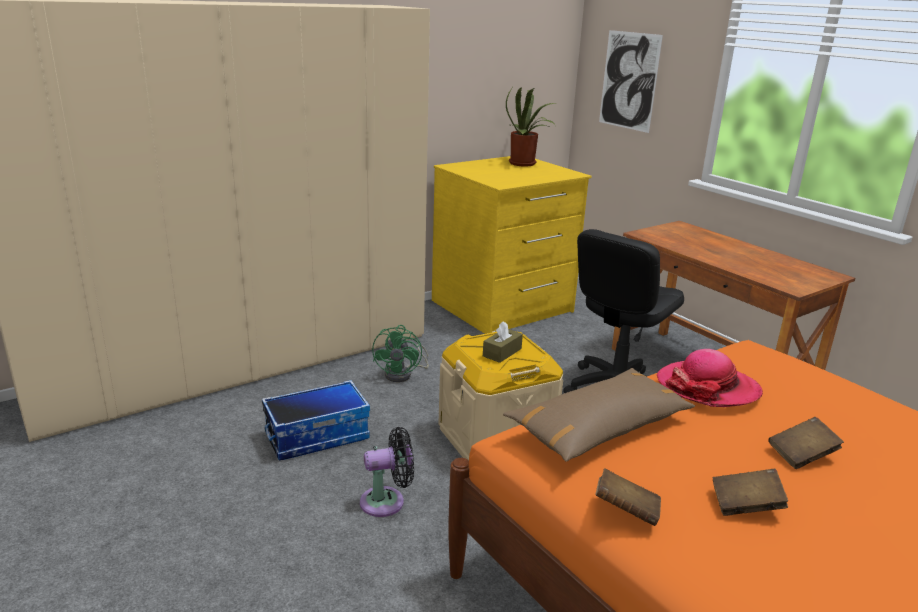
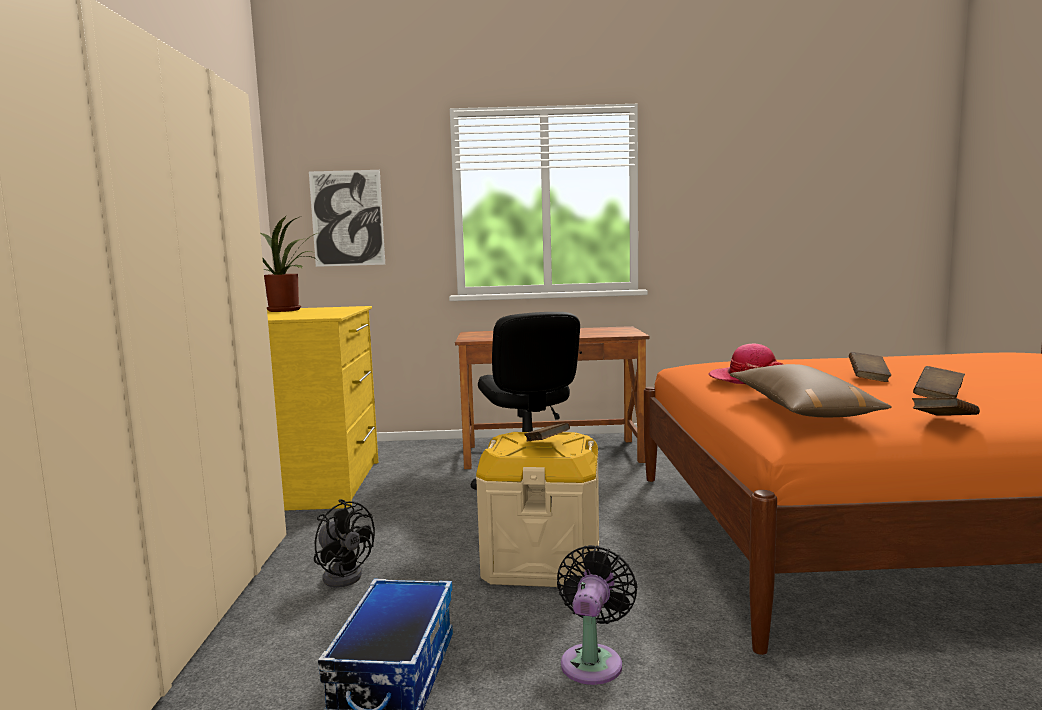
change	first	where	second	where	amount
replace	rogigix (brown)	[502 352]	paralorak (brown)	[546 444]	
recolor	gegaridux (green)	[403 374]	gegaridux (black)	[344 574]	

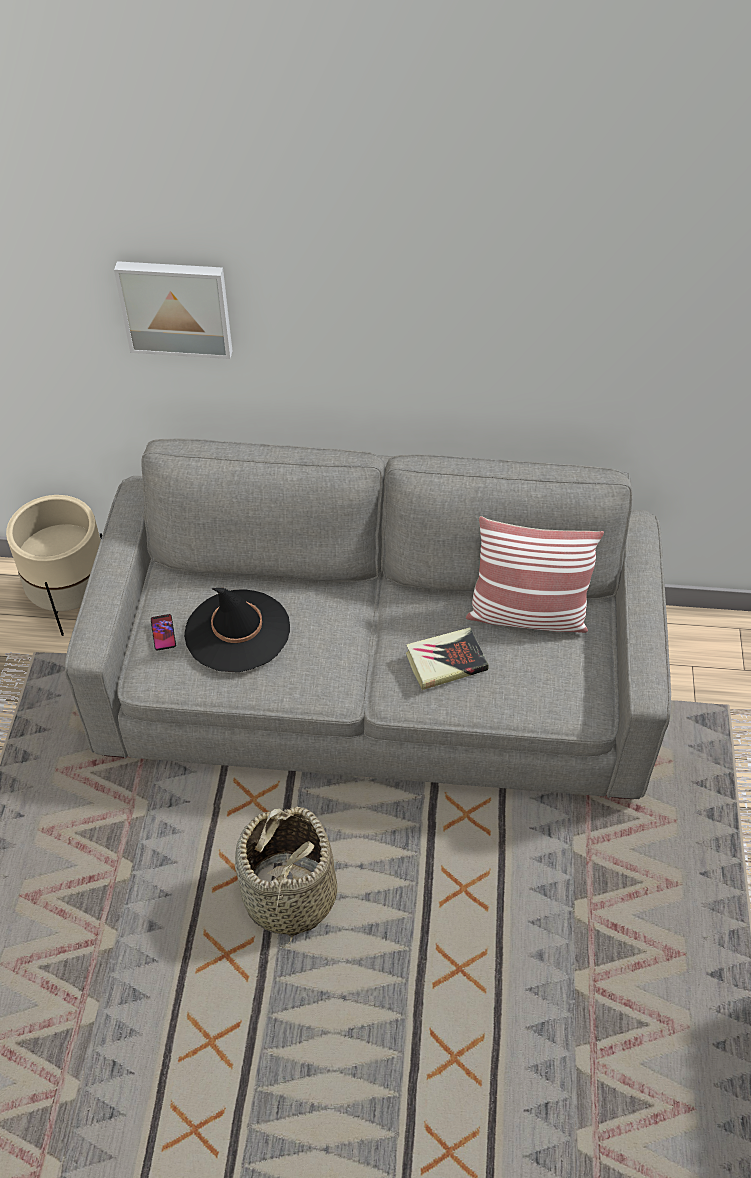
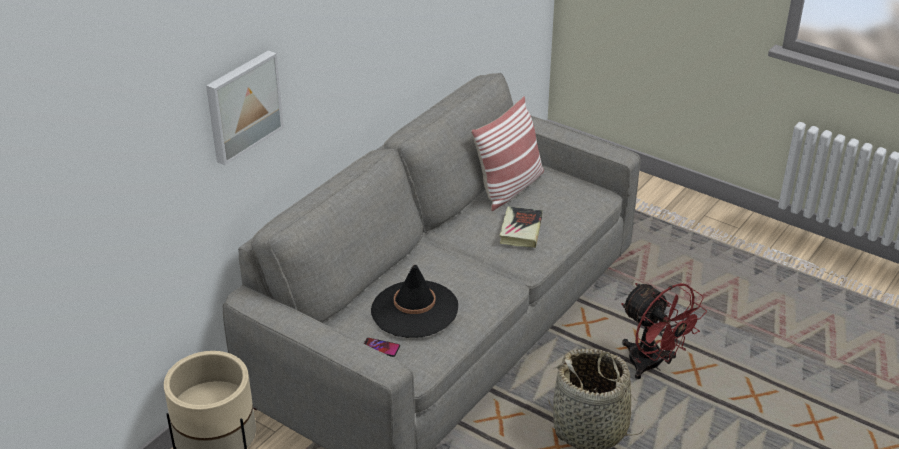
change	first	where	second	where	amount
insert			gegaridux (red)	[652 365]	

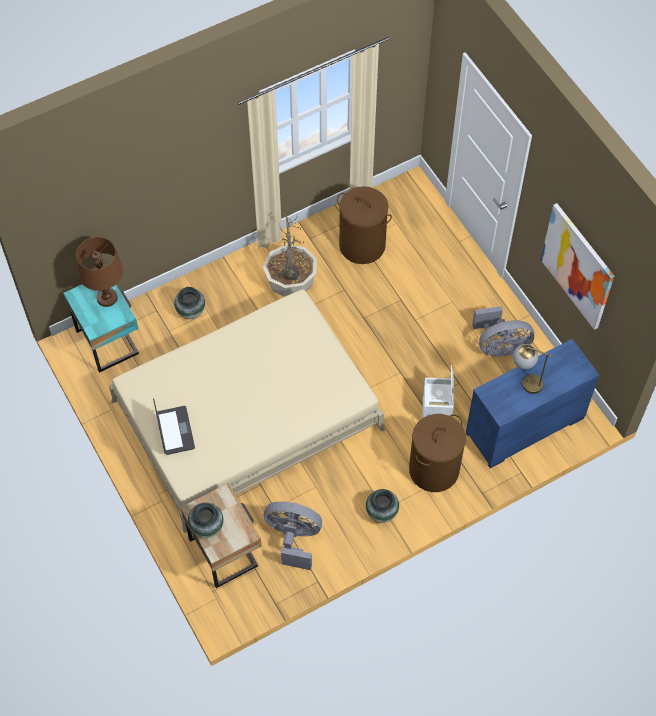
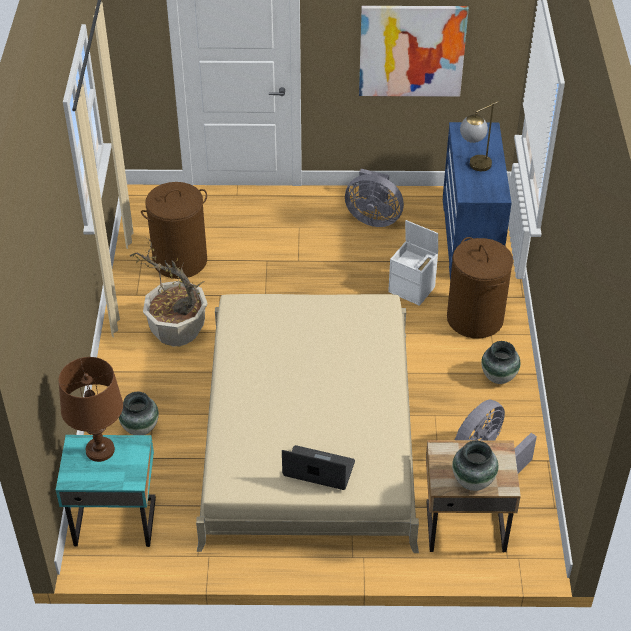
change	first	where	second	where	amount
rotate	gegaridux (grey)	[500 346]		[373 218]	90 degrees clockwise

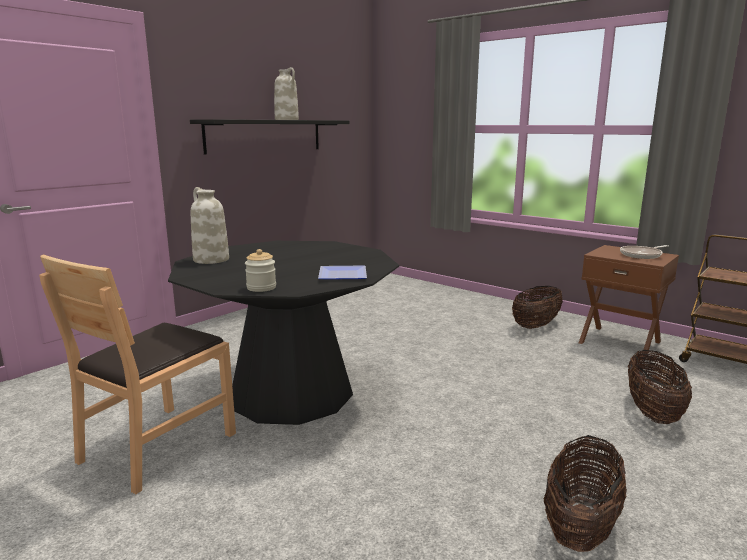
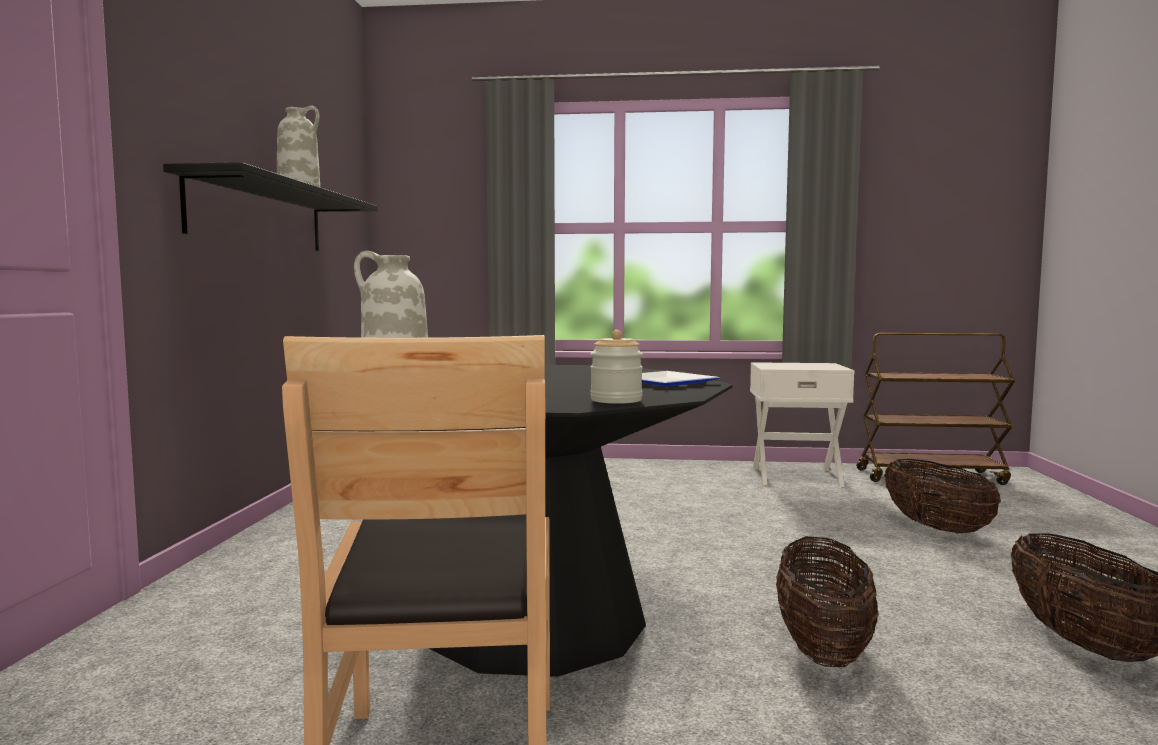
change	first	where	second	where	amount
recolor	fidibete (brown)	[620 342]	fidibete (white)	[796 476]	
delete	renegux	[642 255]			
move	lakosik	[535 325]		[822 649]	

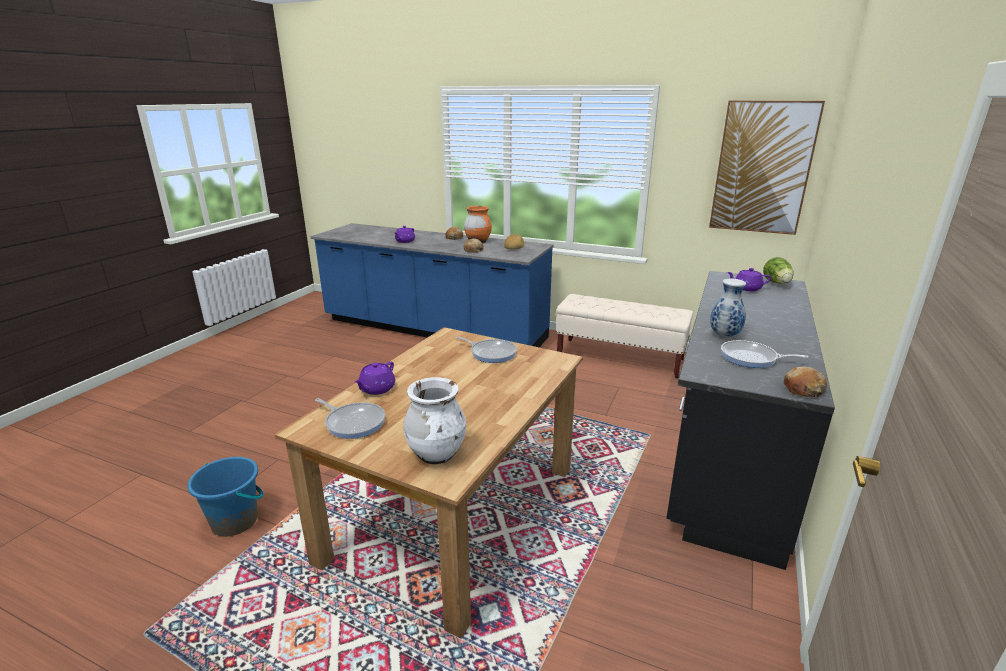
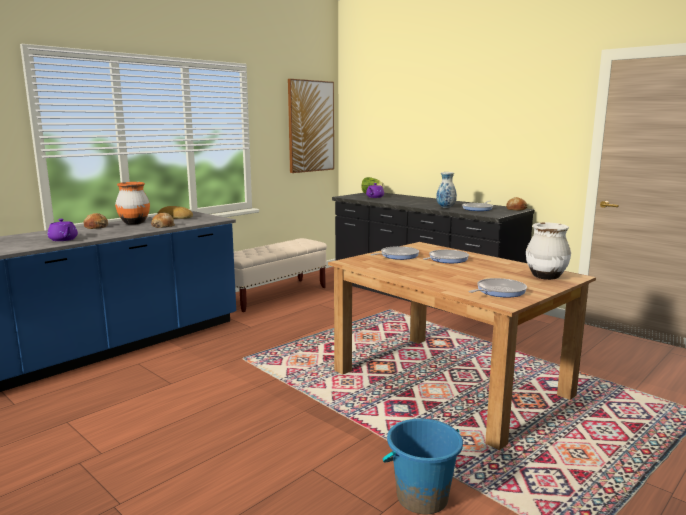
change	first	where	second	where	amount
delete	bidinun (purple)	[376 389]			
insert			renegux	[446 259]	

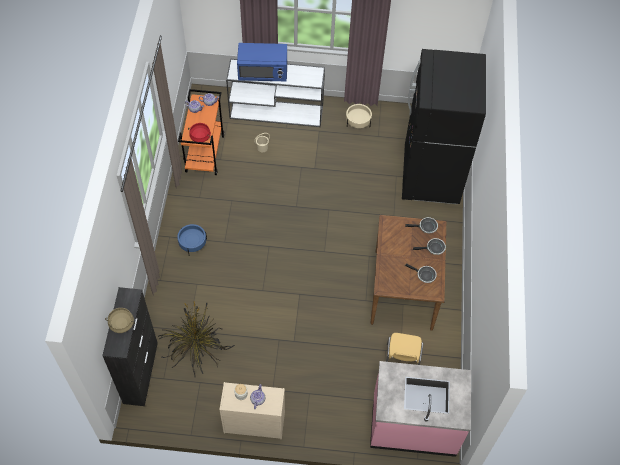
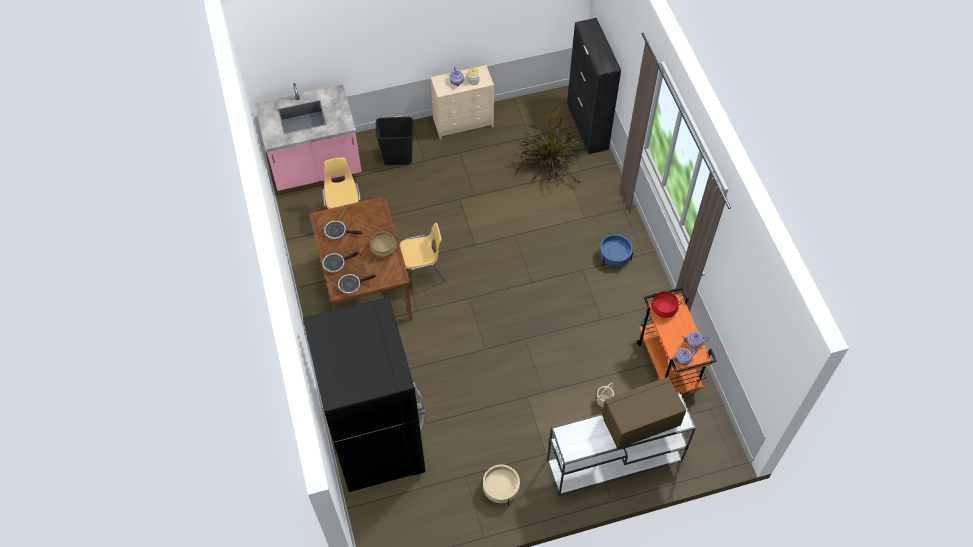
change	first	where	second	where	amount
recolor	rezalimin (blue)	[263 72]	rezalimin (brown)	[640 422]	
move	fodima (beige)	[121 324]		[383 248]	
insert			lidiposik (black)	[398 157]	
insert			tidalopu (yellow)	[422 272]	

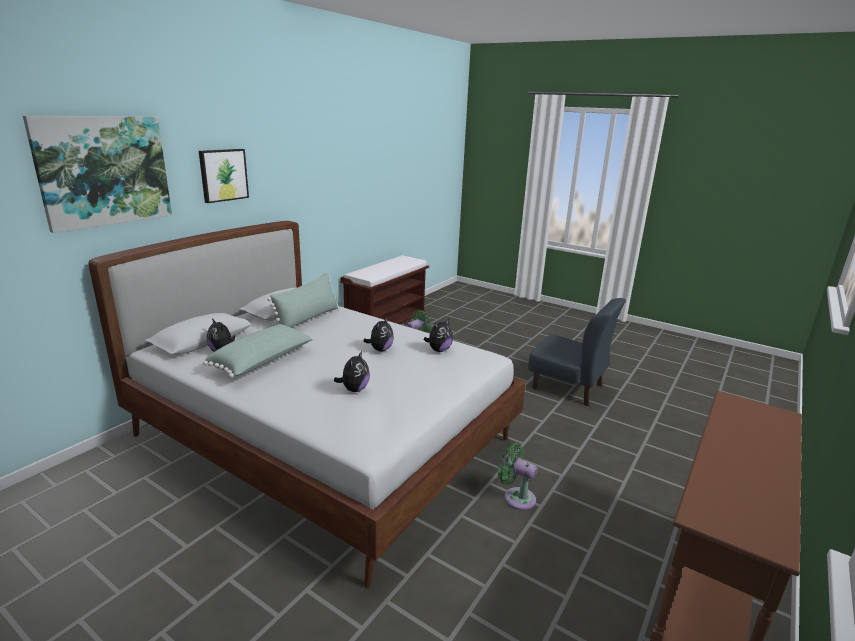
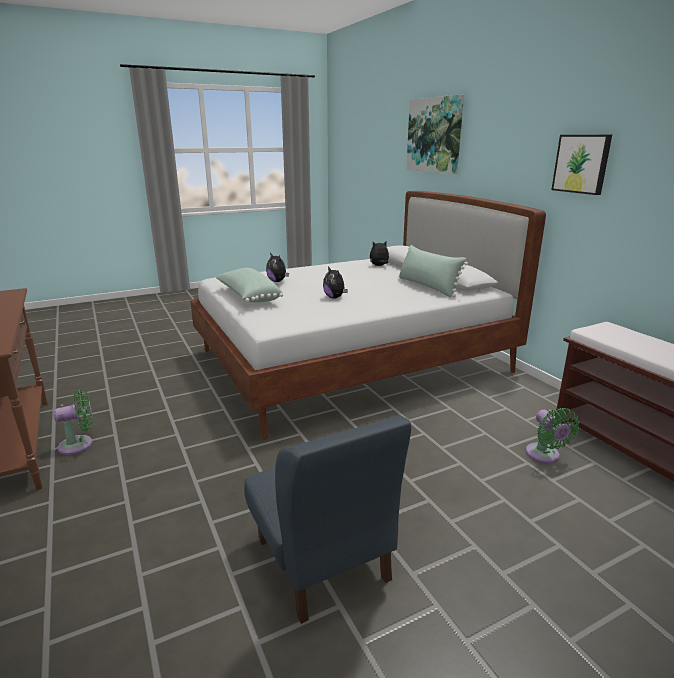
change	first	where	second	where	amount
move	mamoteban	[223 175]		[582 164]	
rotate	tidalopu (blue)	[568 387]		[322 560]	90 degrees counterclockwise
delete	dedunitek	[439 350]			
move	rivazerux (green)	[263 362]		[248 296]	
move	gegaridux (green)	[516 497]		[79 444]	

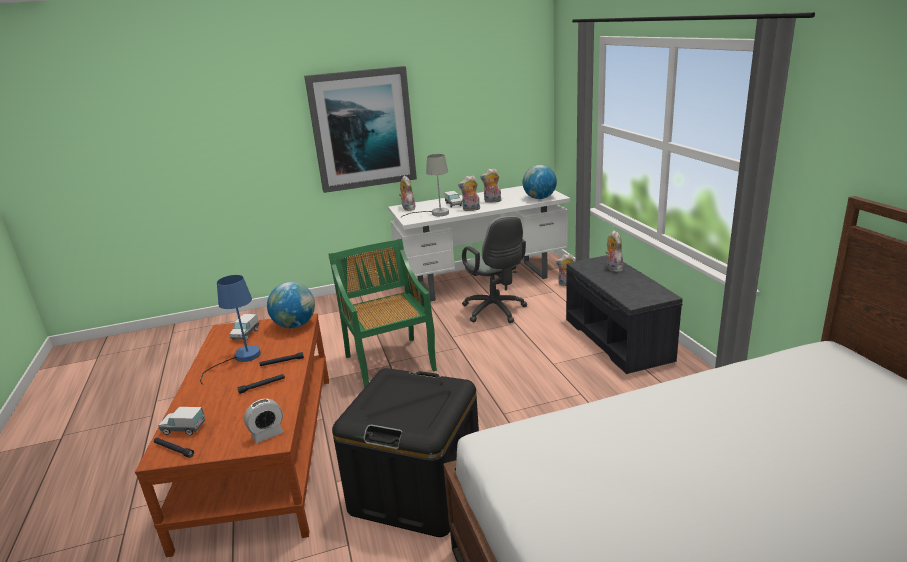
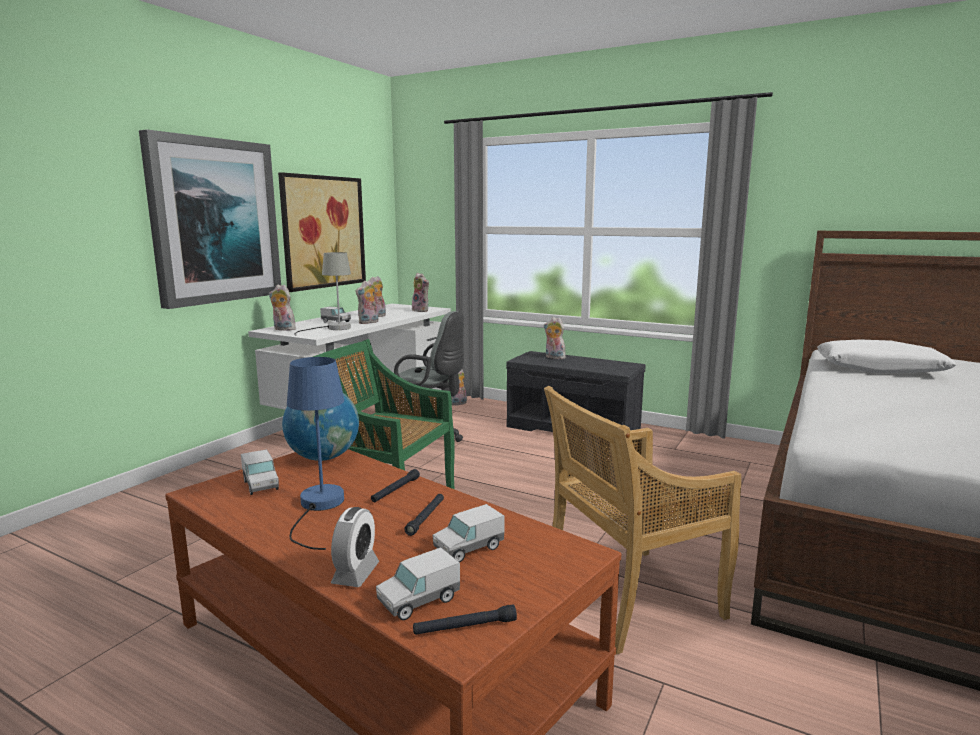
change	first	where	second	where	amount
replace	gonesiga	[539 198]	dedunitek	[421 310]	
replace	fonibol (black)	[416 489]	tidalopu (beige)	[628 597]	
move	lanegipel	[267 434]		[355 573]	
insert			mamoteban	[323 232]	
insert			rivazerux (white)	[879 369]	
insert			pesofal	[469 548]	

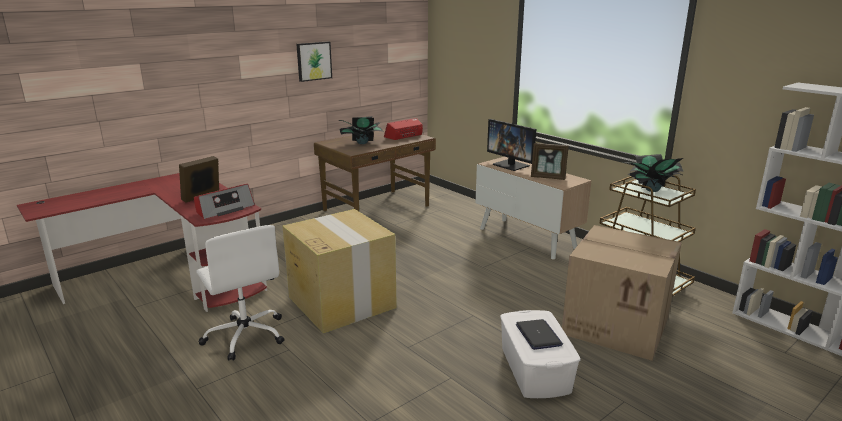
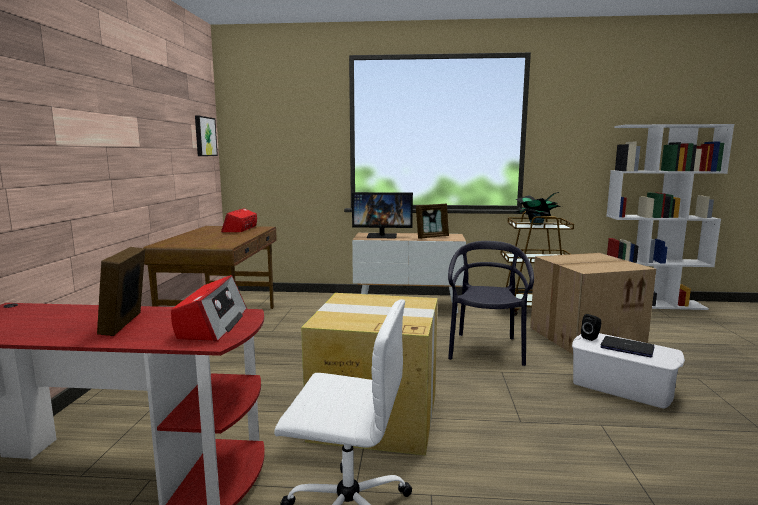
change	first	where	second	where	amount
move	mamoteban	[313 61]		[204 136]	
delete	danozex	[361 143]			
insert			tidalopu (black)	[486 349]	
insert			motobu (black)	[591 338]	

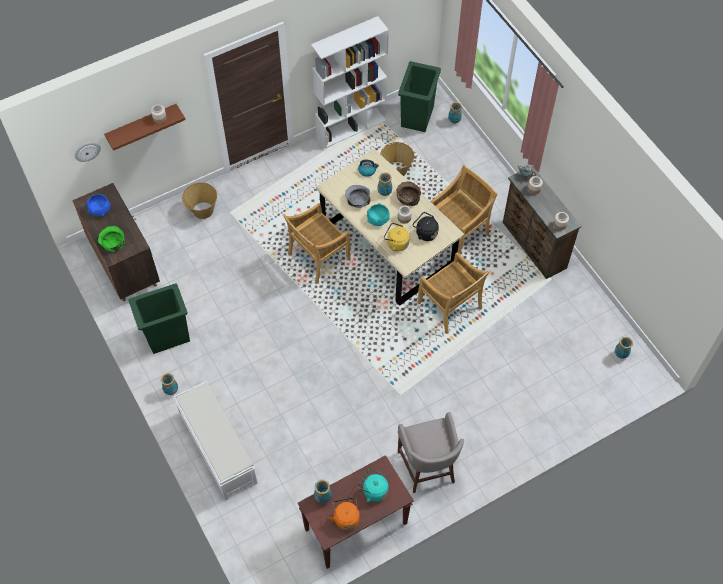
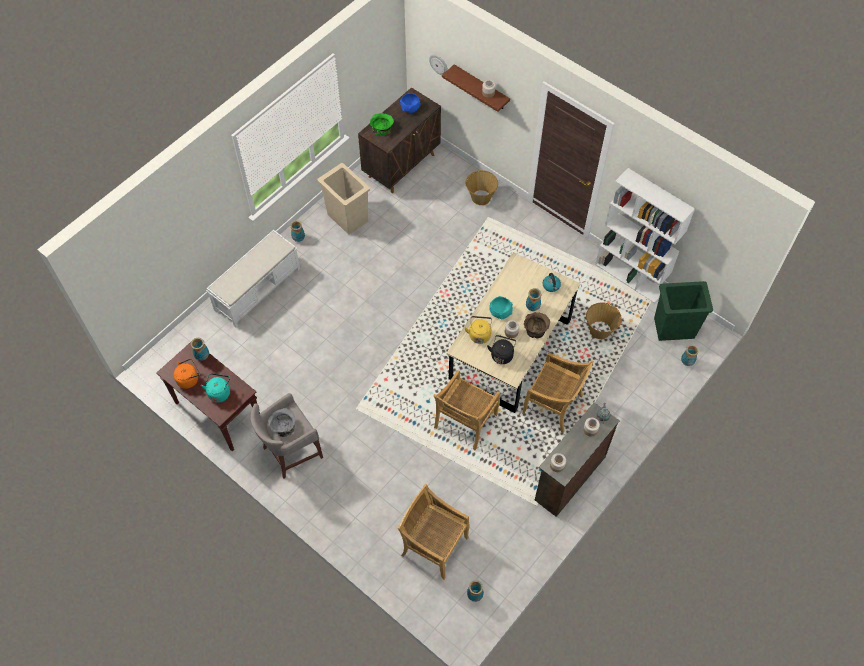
change	first	where	second	where	amount
move	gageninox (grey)	[357 200]		[283 425]	
move	tidalopu (beige)	[318 257]		[433 545]	
recolor	lidiposik (green)	[167 336]	lidiposik (beige)	[347 217]	

